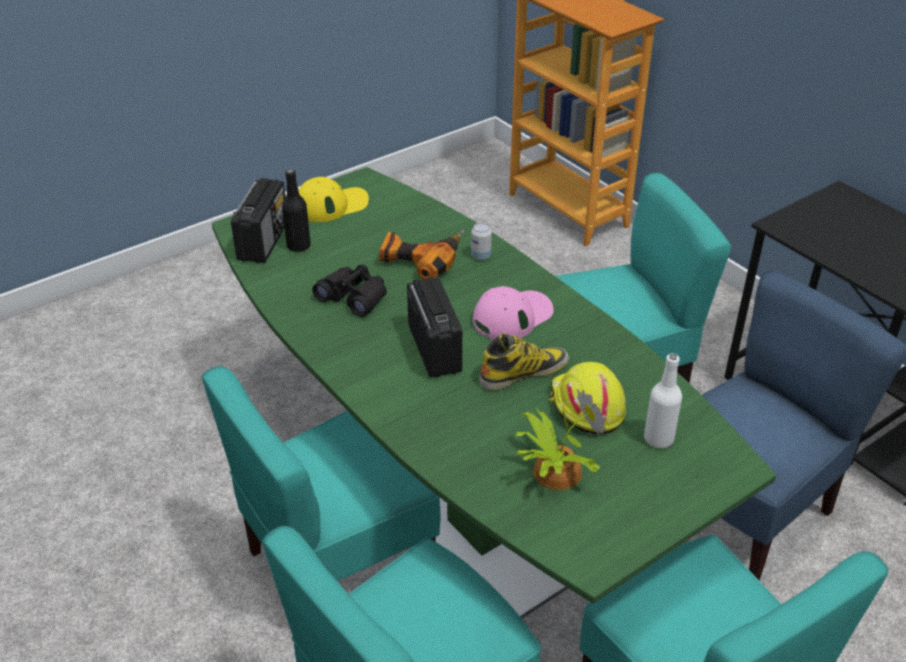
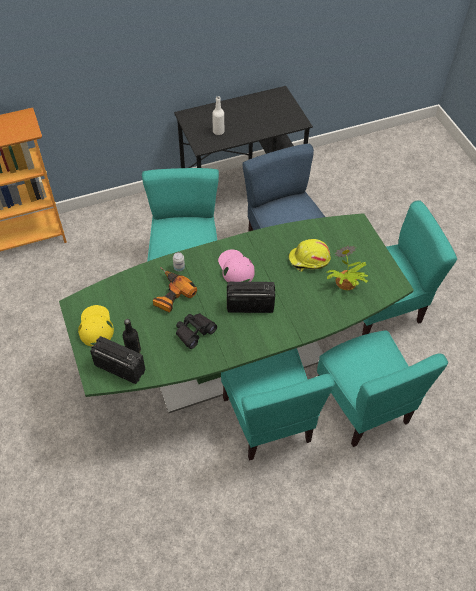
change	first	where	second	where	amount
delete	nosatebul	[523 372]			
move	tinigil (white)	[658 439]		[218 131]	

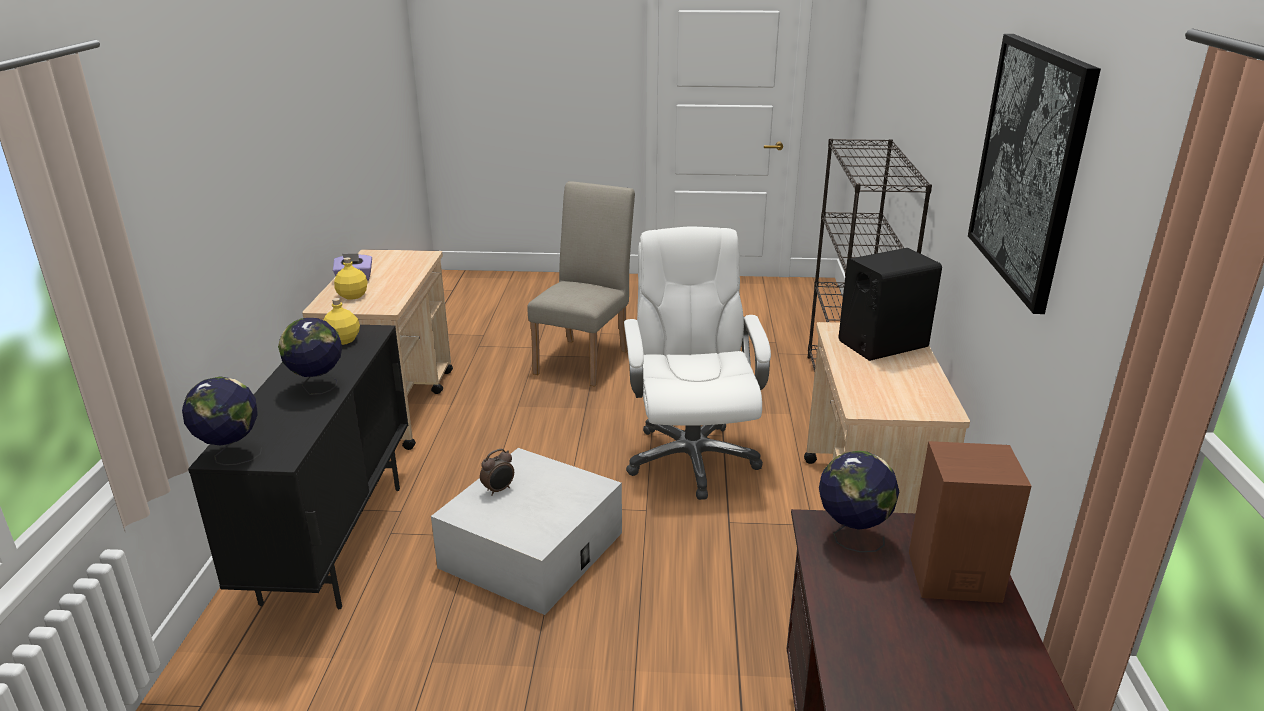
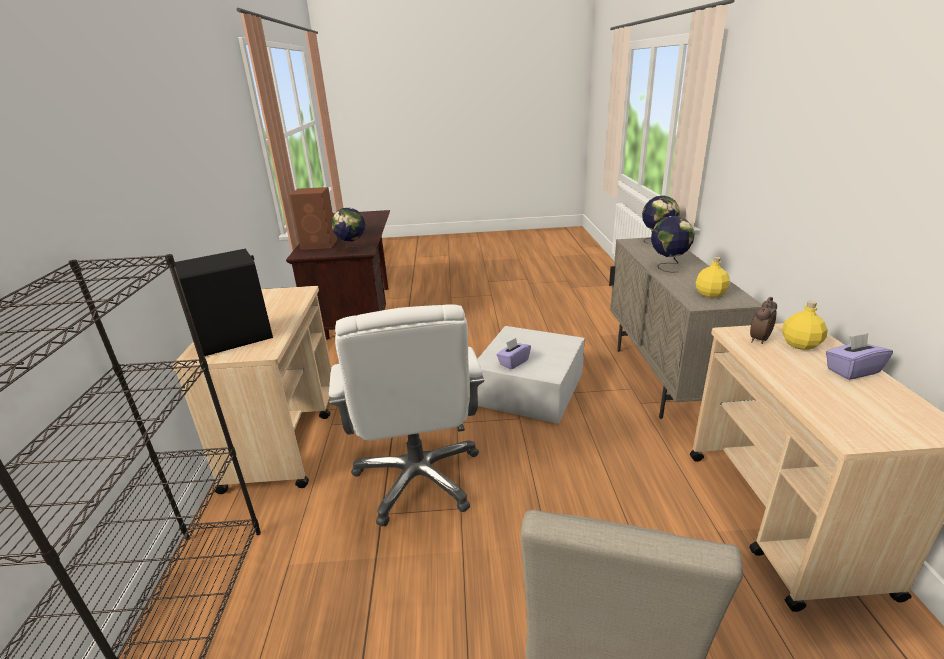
change	first	where	second	where	amount
delete	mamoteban	[1028 166]			
recolor	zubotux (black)	[335 542]	zubotux (beige)	[661 380]	
move	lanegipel	[499 490]		[758 340]	
insert			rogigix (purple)	[513 362]	

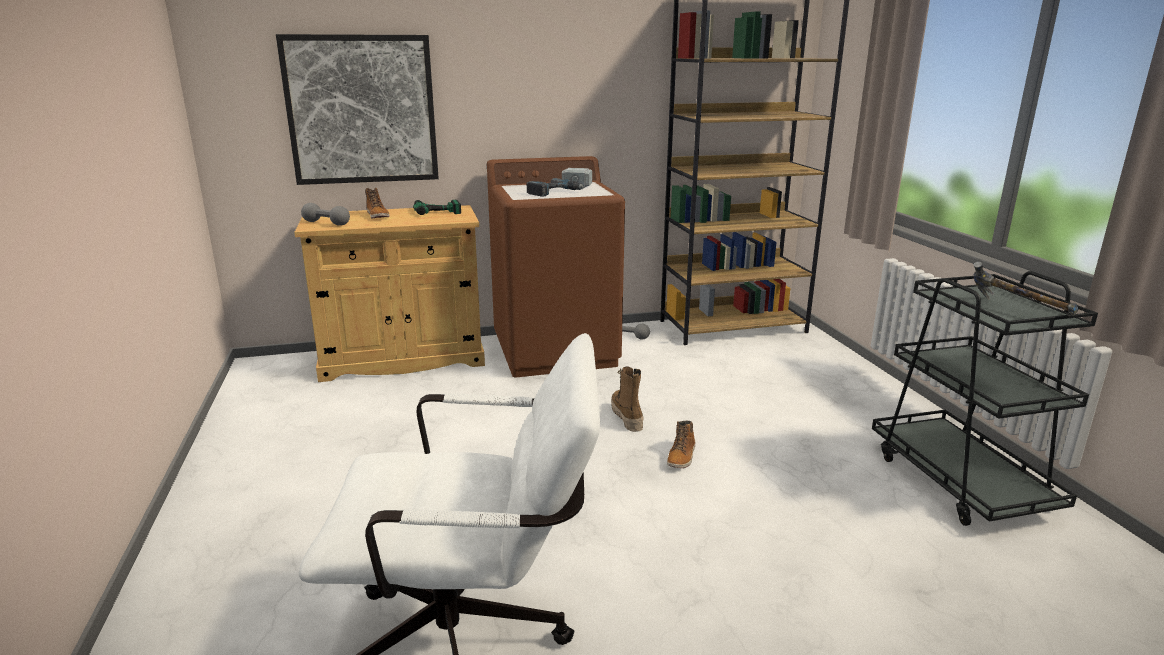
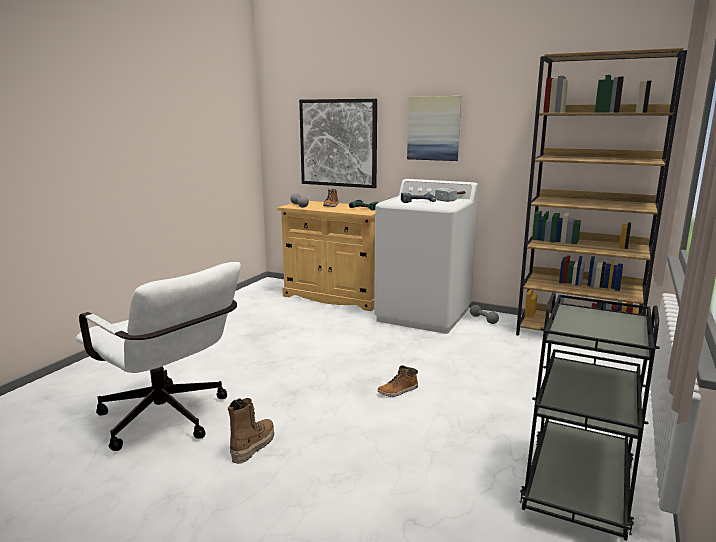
change	first	where	second	where	amount
recolor	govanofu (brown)	[556 350]	govanofu (white)	[424 315]	
delete	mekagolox	[1015 312]			
move	nosatebul	[626 417]		[253 446]	
insert			mamoteban	[433 128]	

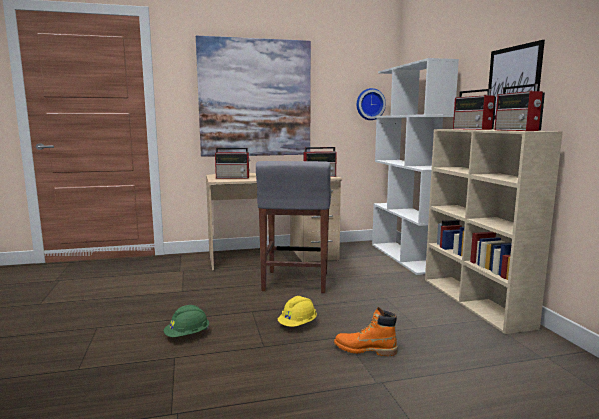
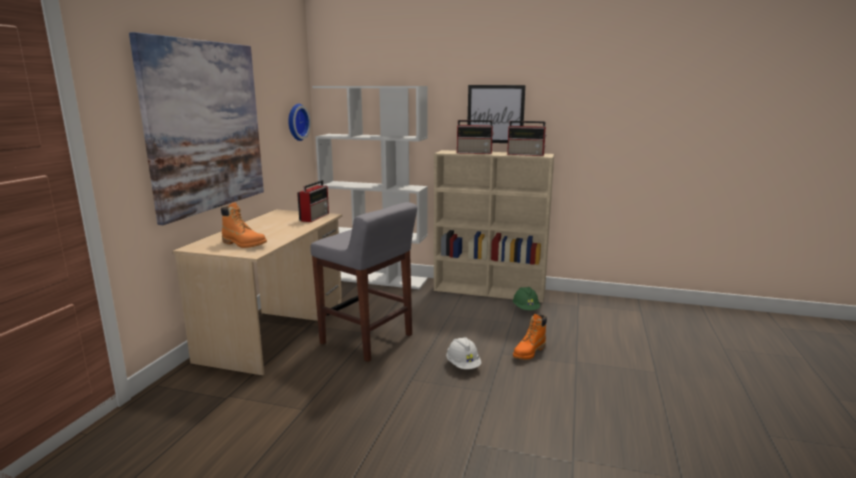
change	first	where	second	where	amount
replace	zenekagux	[233 177]	nosatebul (orange)	[244 244]	
recolor	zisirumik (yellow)	[298 325]	zisirumik (white)	[463 365]	
move	zisirumik (green)	[187 335]		[526 309]	

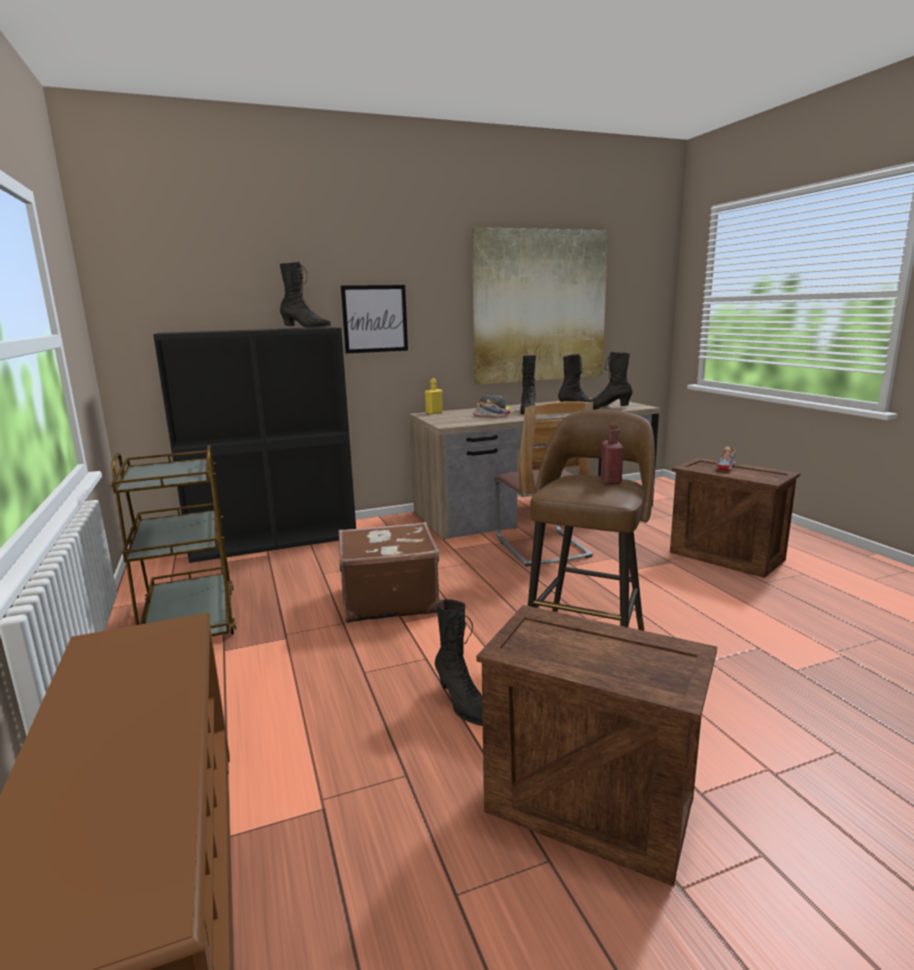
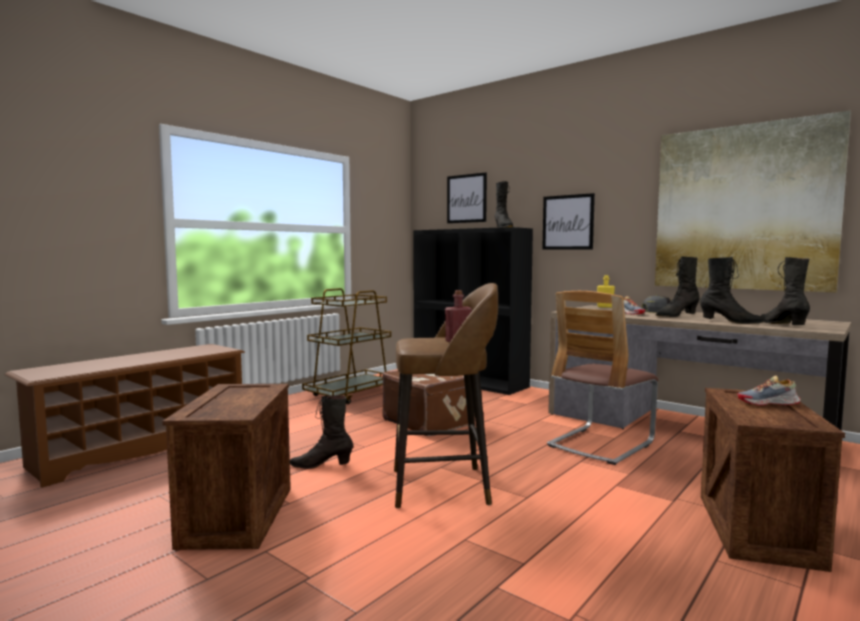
change	first	where	second	where	amount
rotate	nosatebul (black)	[462 703]		[321 465]	60 degrees clockwise
insert			mamoteban	[466 198]	

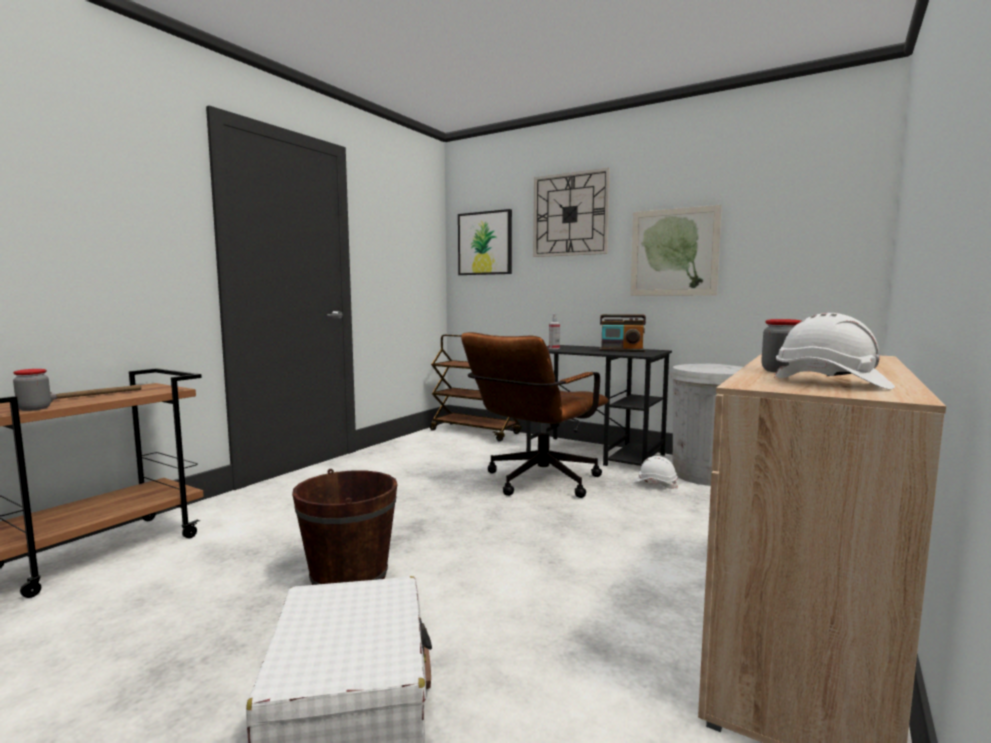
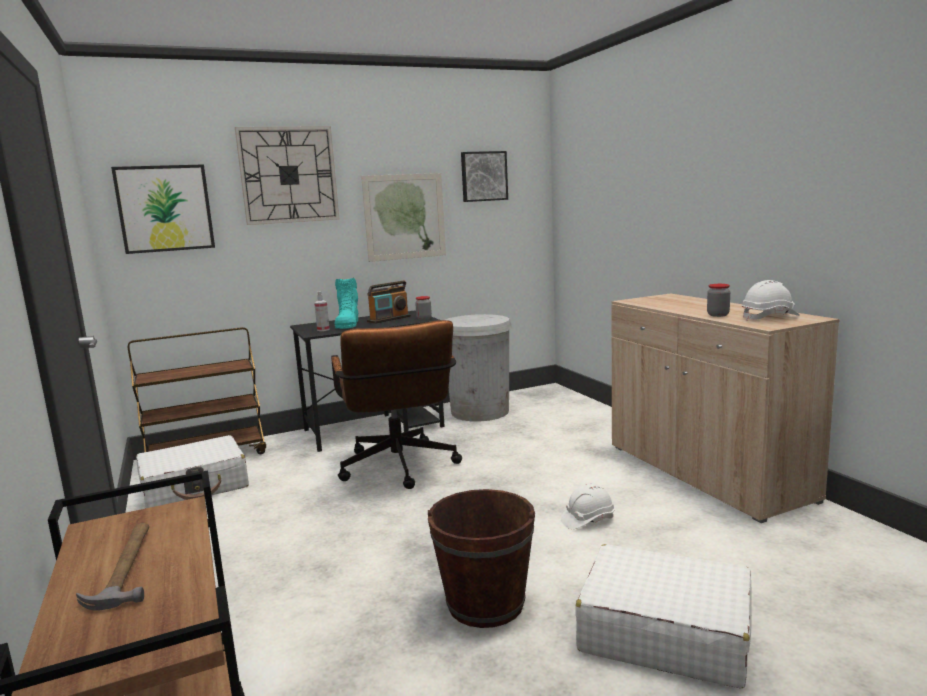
change	first	where	second	where	amount
move	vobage	[34 408]		[424 319]	
move	zisirumik (white)	[655 484]		[587 519]	
insert			mamoteban	[483 176]	
insert			nosatebul (turquoise)	[347 324]	
insert			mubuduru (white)	[195 486]	

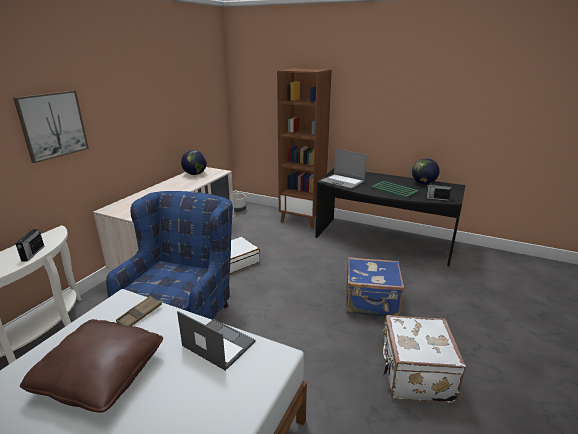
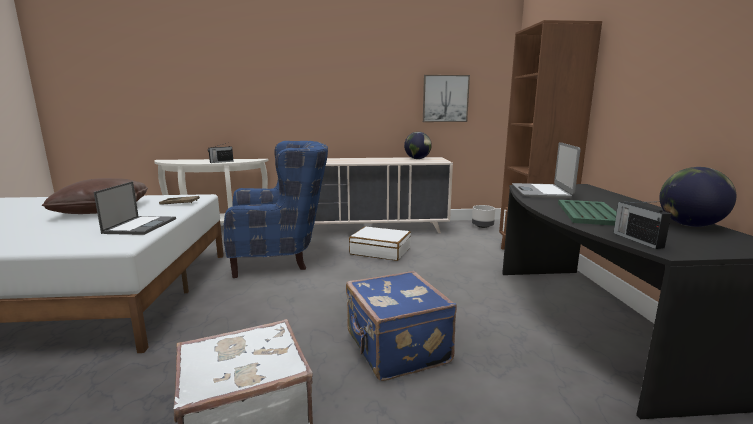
change	first	where	second	where	amount
move	mamoteban	[53 125]		[445 98]	

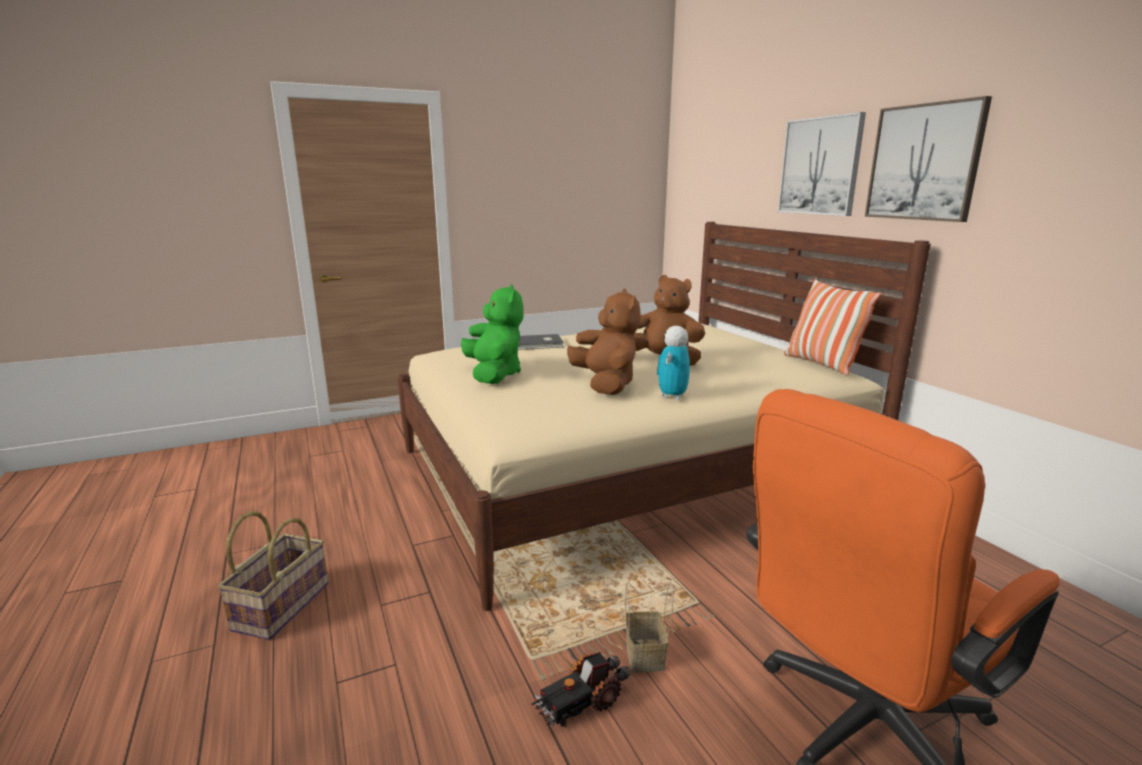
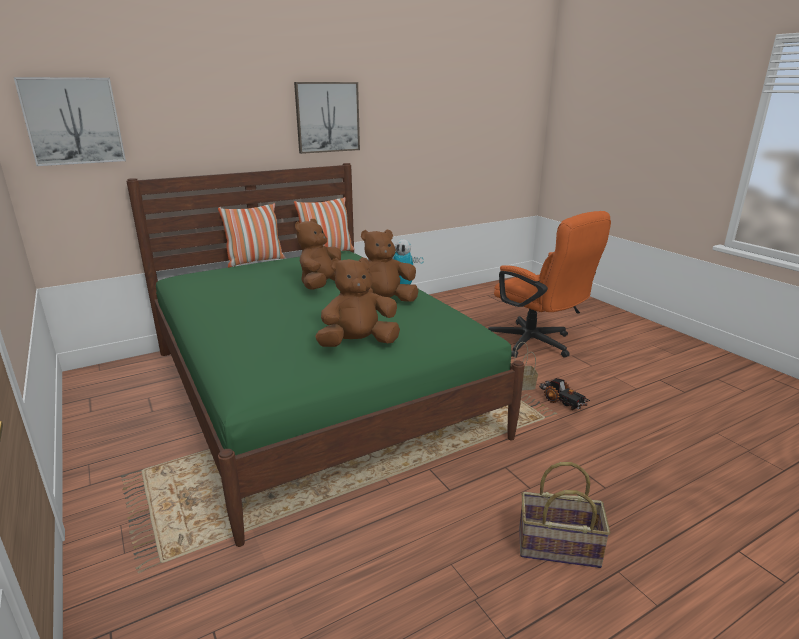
change	first	where	second	where	amount
move	mamoteban	[820 166]		[73 121]	
recolor	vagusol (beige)	[626 471]	vagusol (green)	[315 390]	
recolor	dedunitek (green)	[494 375]	dedunitek (brown)	[358 343]	
delete	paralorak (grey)	[539 344]			
insert			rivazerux	[255 261]	

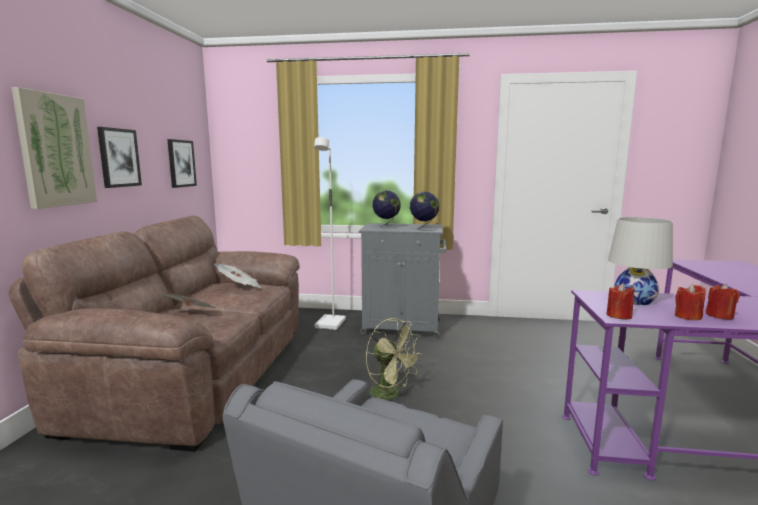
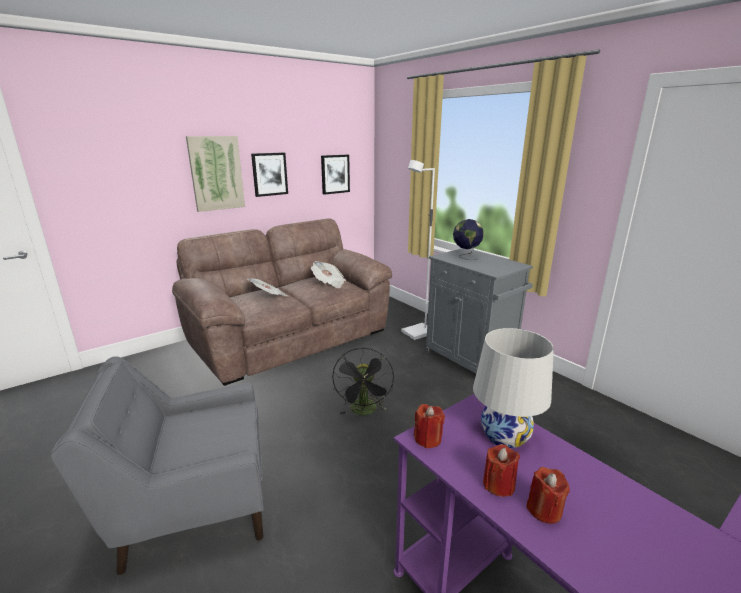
change	first	where	second	where	amount
delete	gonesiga	[423 229]			
recolor	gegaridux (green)	[391 395]	gegaridux (black)	[364 411]	

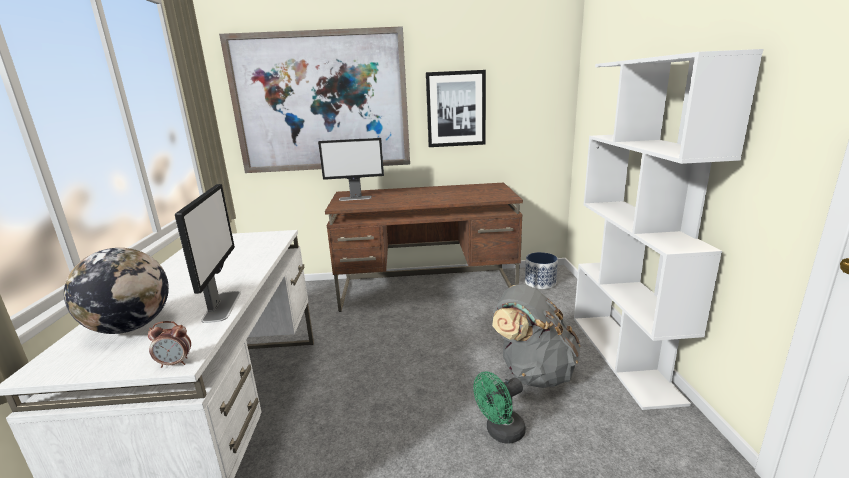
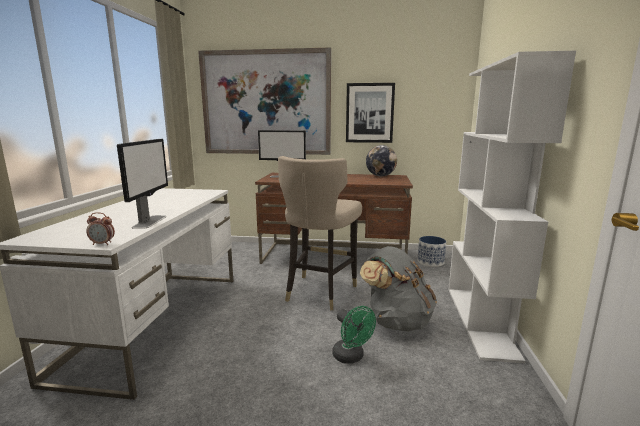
change	first	where	second	where	amount
move	gonesiga	[130 327]		[380 176]	
rotate	gegaridux (green)	[500 433]		[351 357]	105 degrees counterclockwise
insert			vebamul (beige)	[319 292]	

